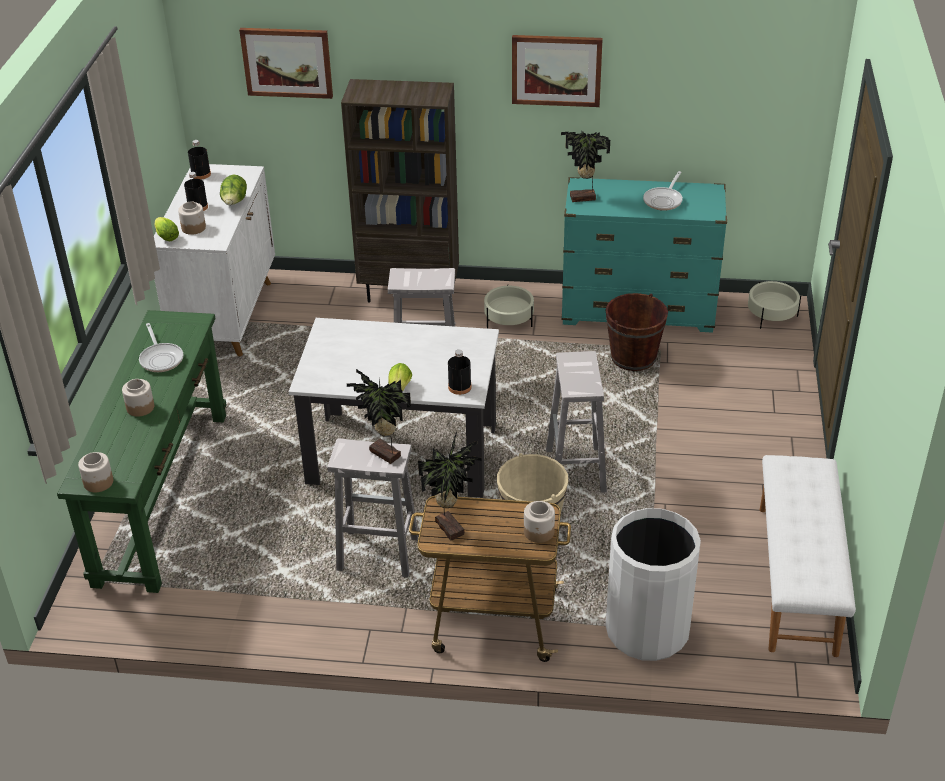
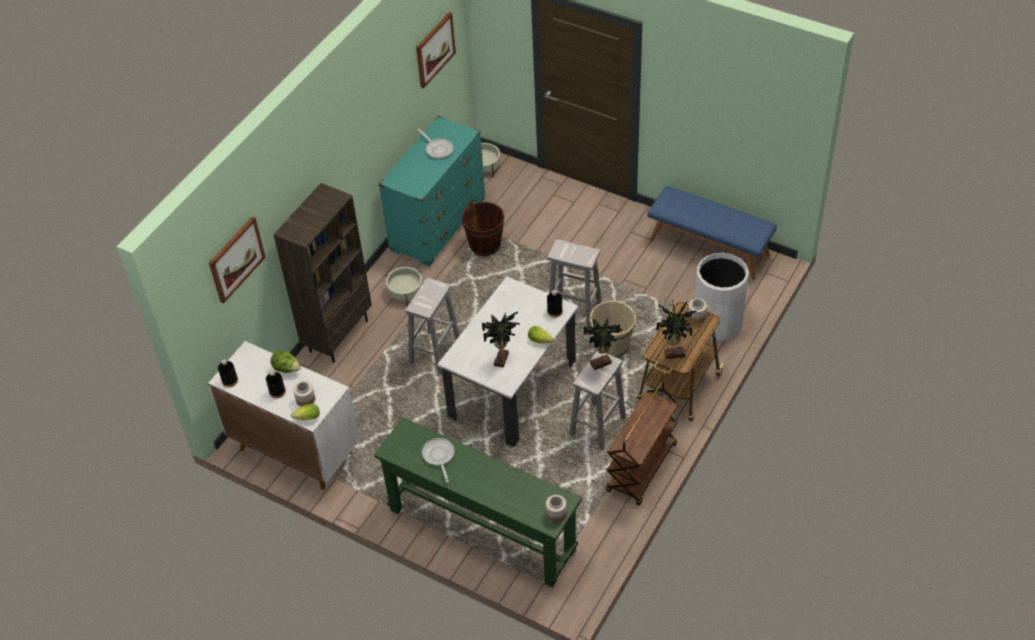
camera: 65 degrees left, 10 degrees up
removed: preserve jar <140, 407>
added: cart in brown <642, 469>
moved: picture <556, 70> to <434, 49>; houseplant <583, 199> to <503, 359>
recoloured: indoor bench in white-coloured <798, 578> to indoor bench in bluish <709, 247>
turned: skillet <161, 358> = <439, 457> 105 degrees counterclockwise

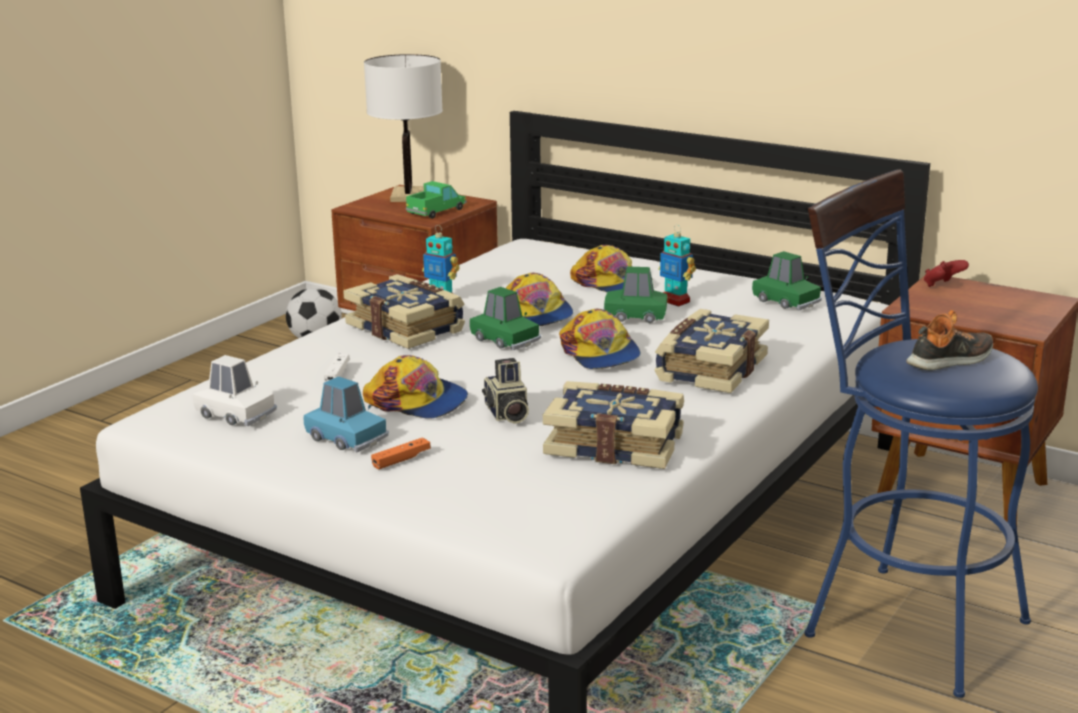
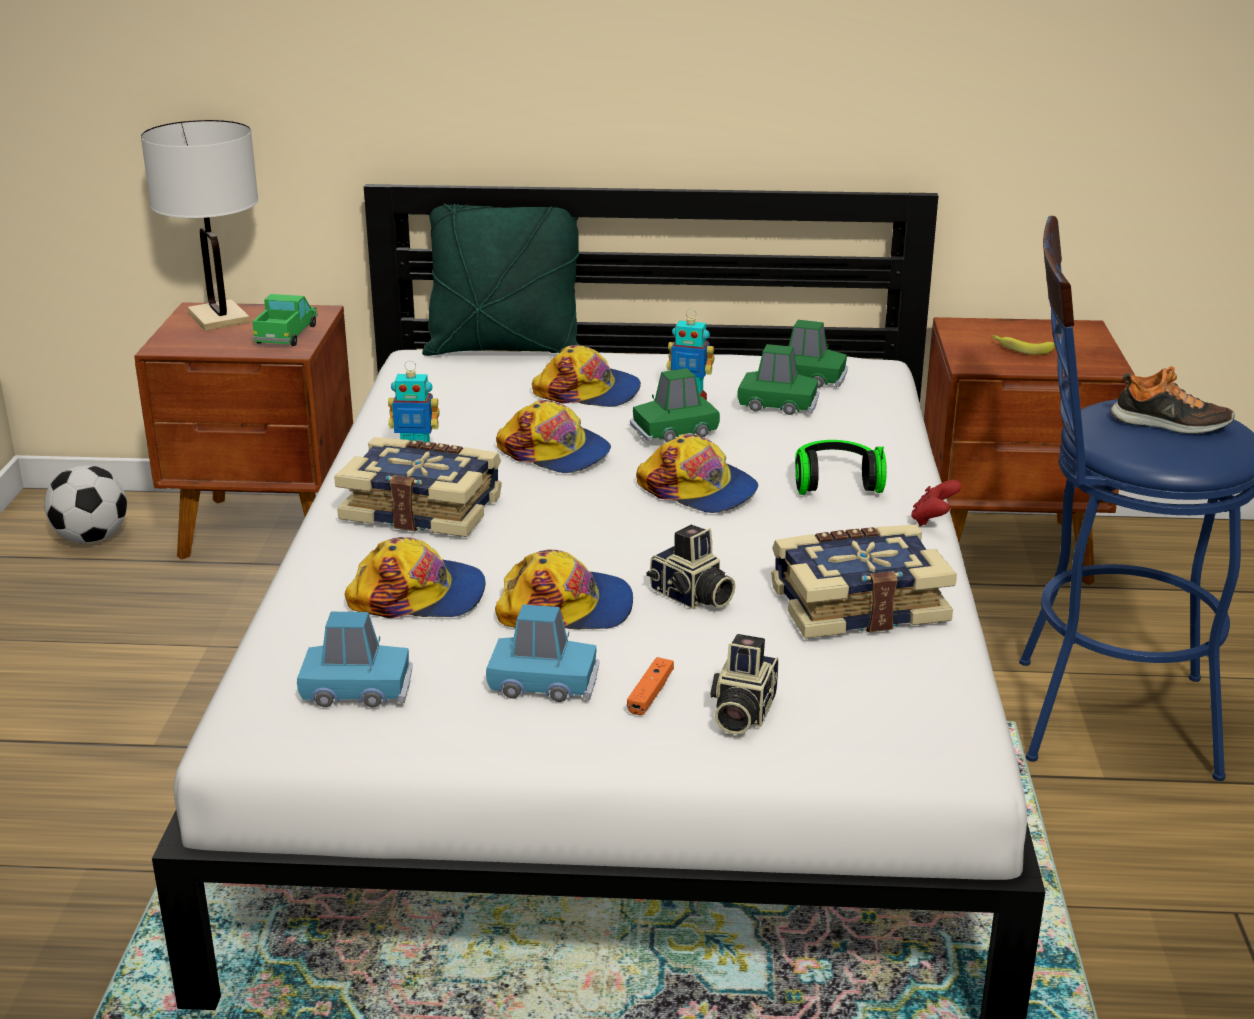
camera: 30 degrees left, 5 degrees up
added: throw pillow in green-coloured <504, 349>; banana fruit <1021, 348>; photo camera <741, 712>
moved: gamepad in red-coloured <942, 286> to <933, 520>; miniature car in green-coloured <505, 340> to <778, 404>
replaced: volume <709, 369> to headset <835, 482>; gamepad in white-coloured <337, 374> to baseball cap <419, 595>
recoloured: miniature car in white-coloured <235, 414> to miniature car in bluish <357, 689>
turned: item of footwear <951, 360> = <1170, 424> 75 degrees clockwise

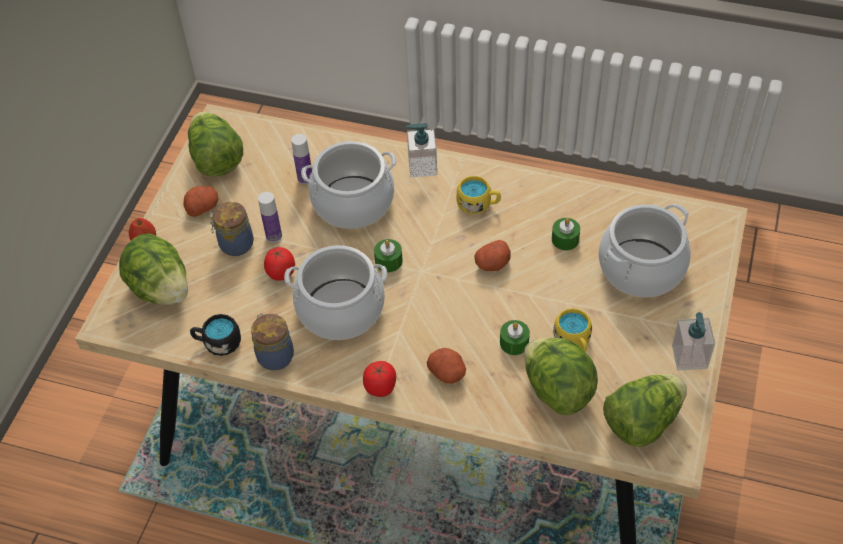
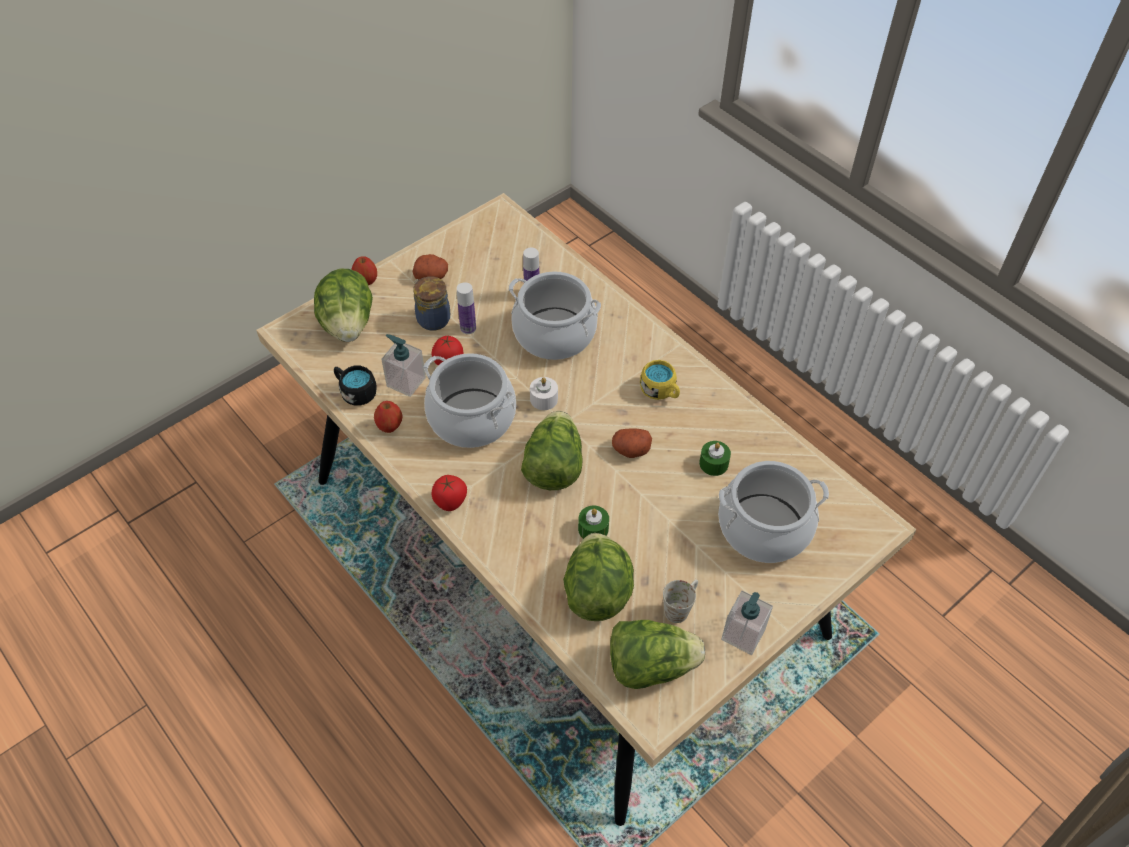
camera: 30 degrees right, 0 degrees up
removed: mug in yellow <573, 341>; potato <448, 372>
added: mug in white-coloured <680, 607>
moved: lettuce <216, 159> to <553, 466>; soap bottle <422, 166> to <406, 382>
replaced: preserve jar <274, 355> to apple fruit <390, 426>
recoloured: wax candle in green-coloured <388, 261> to wax candle in white-coloured <544, 399>

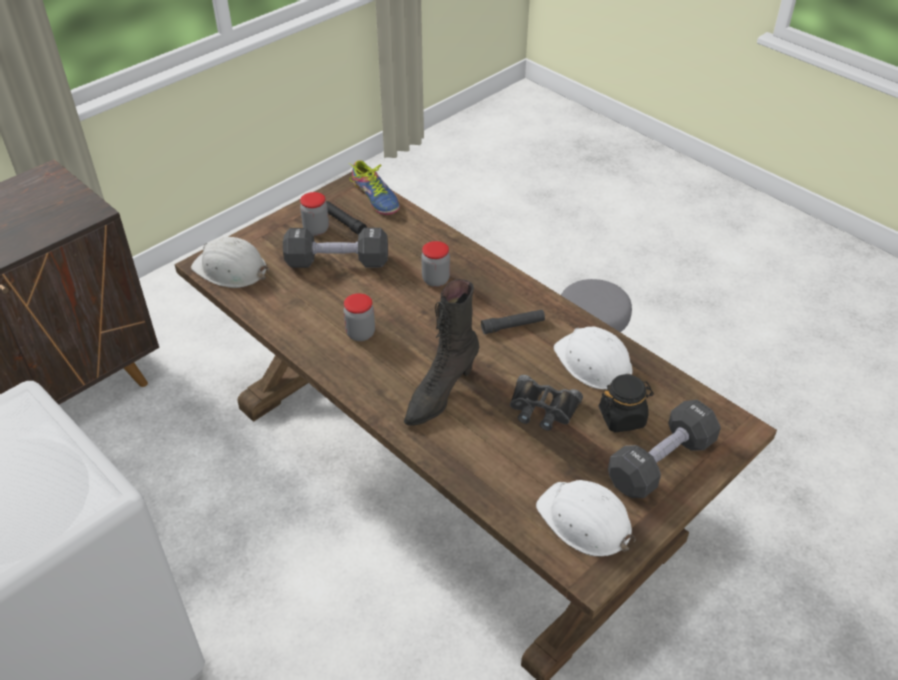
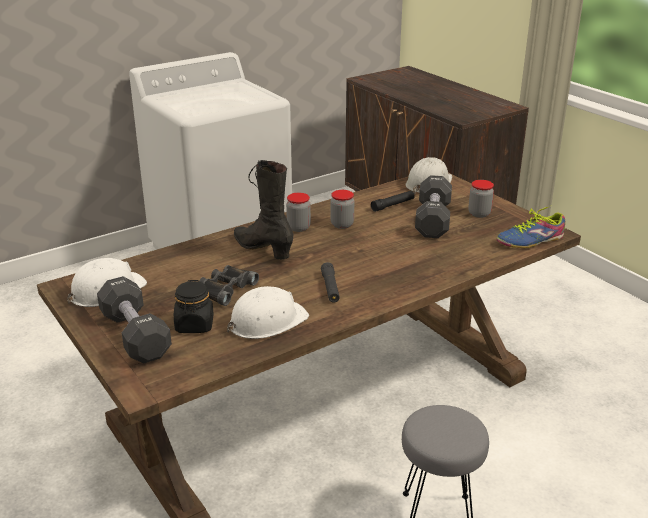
camera: 100 degrees right, 15 degrees down
moved: hand torch in blackish <344, 222> to <393, 205>; preserve jar <435, 280> to <298, 228>

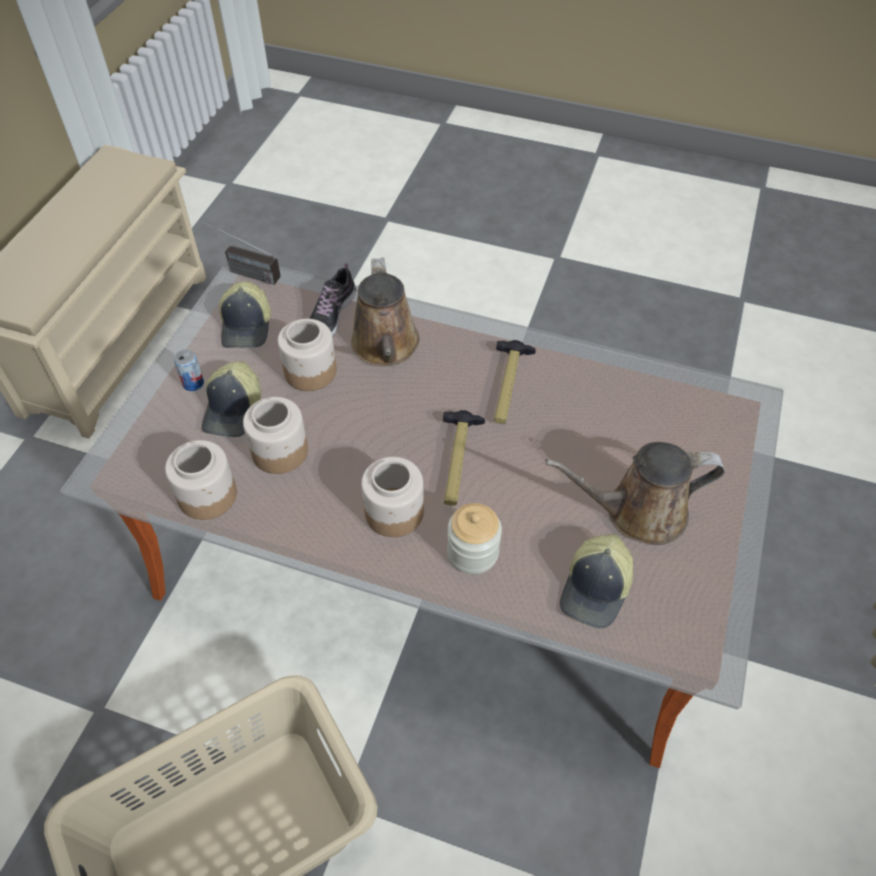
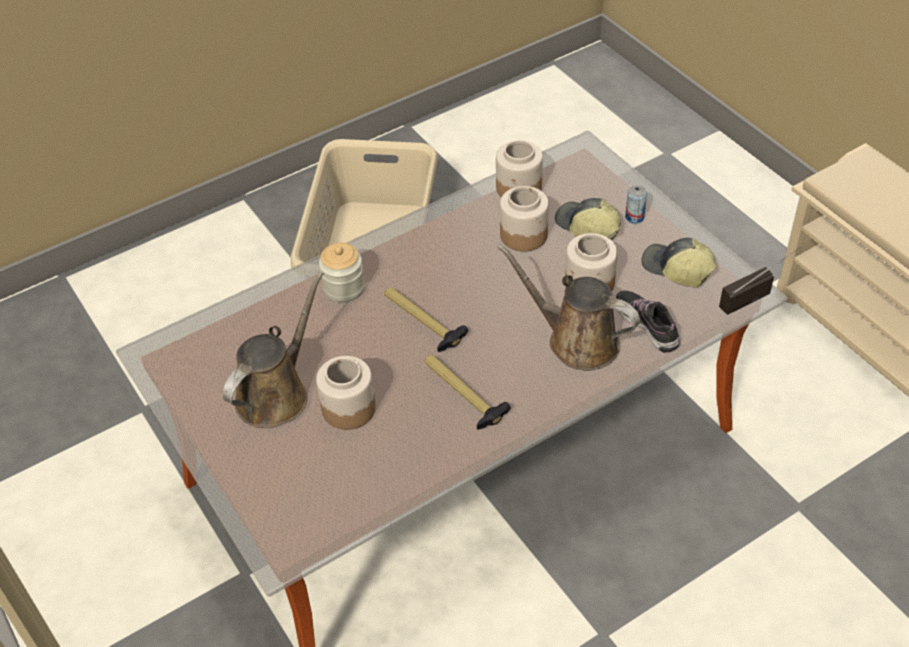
camera: 130 degrees right, 5 degrees down
removed: baseball cap <596, 589>
moved: preserve jar <393, 513> to <348, 408>

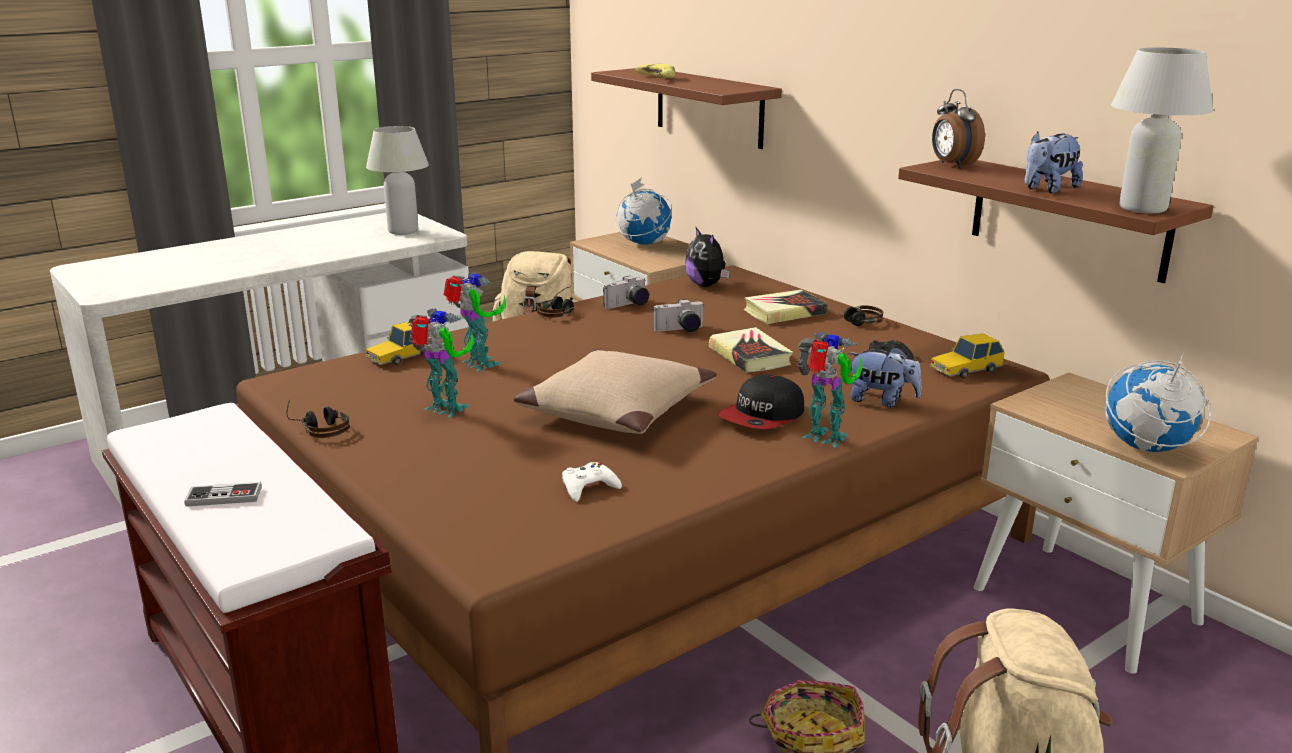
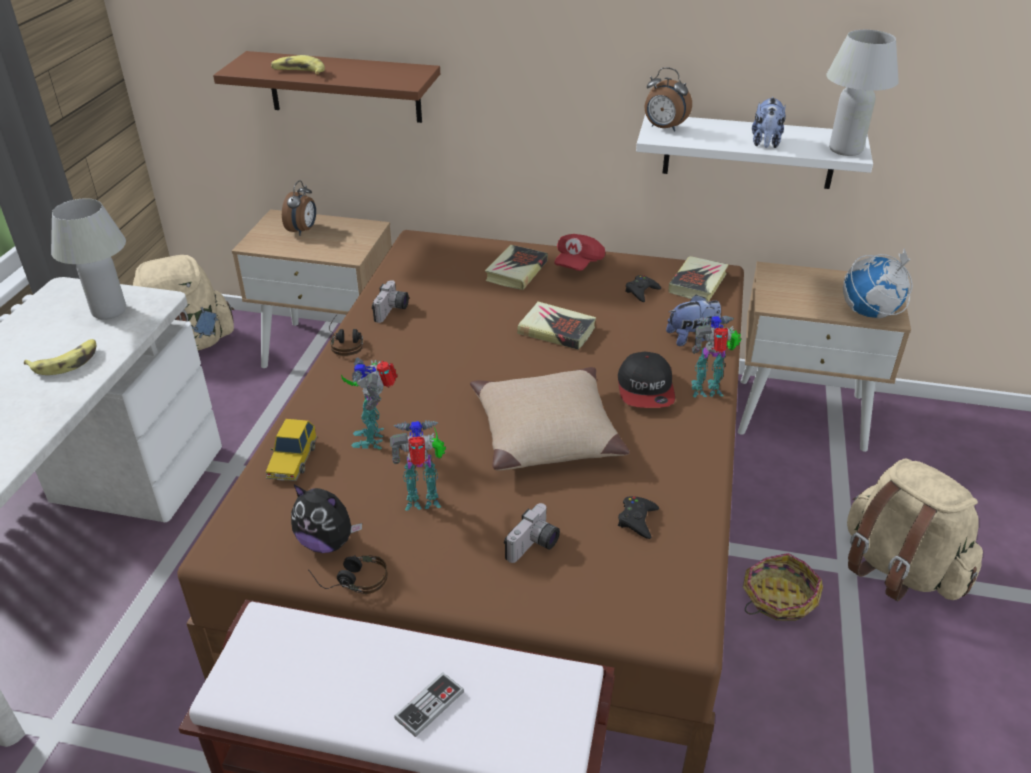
camera: 40 degrees left, 15 degrees up
added: banana fruit <67, 362>
moved: cuddly toy <706, 285> to <327, 542>; photo camera <680, 330> to <534, 546>
replaced: desk globe <643, 244> to bedside clock <303, 230>; headset <856, 324> to baseball cap in red-coloured <578, 264>; miniature car <965, 369> to volume <698, 283>
recoloured: wall shelf in brown <1068, 218> to wall shelf in white-coloured <749, 151>; gamepad in white-coloured <588, 487> to gamepad in blackish <637, 520>
turned: robot figure <478, 365> = <373, 437> 105 degrees counterclockwise

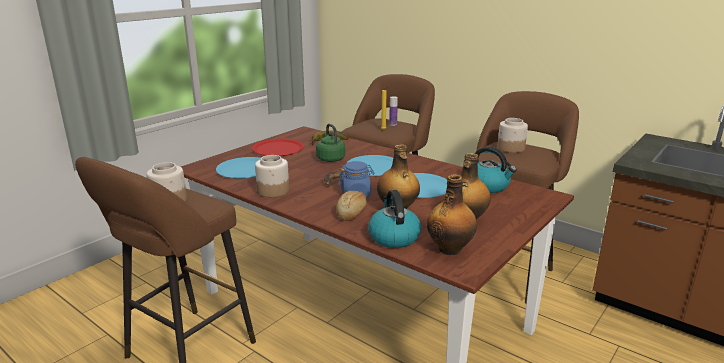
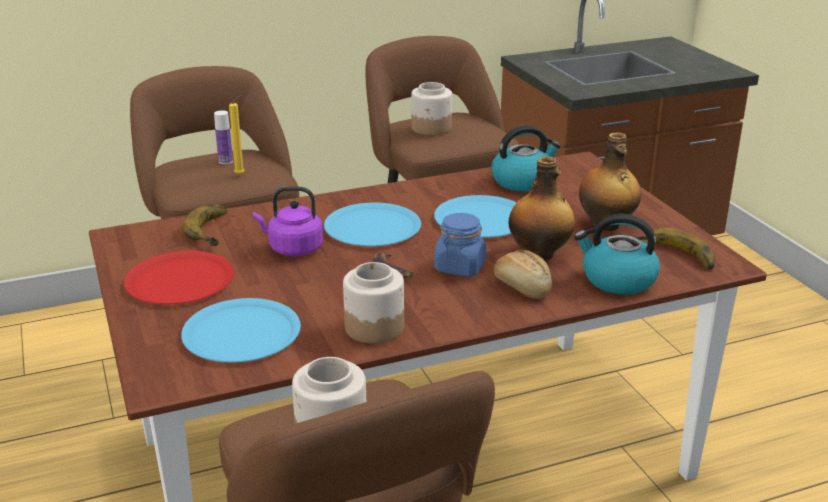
camera: 60 degrees left, 5 degrees up
replaced: drink bottle <450, 249> to banana fruit <673, 256>
recoloured: kettle in green-coloured <330, 158> to kettle in purplish <293, 249>

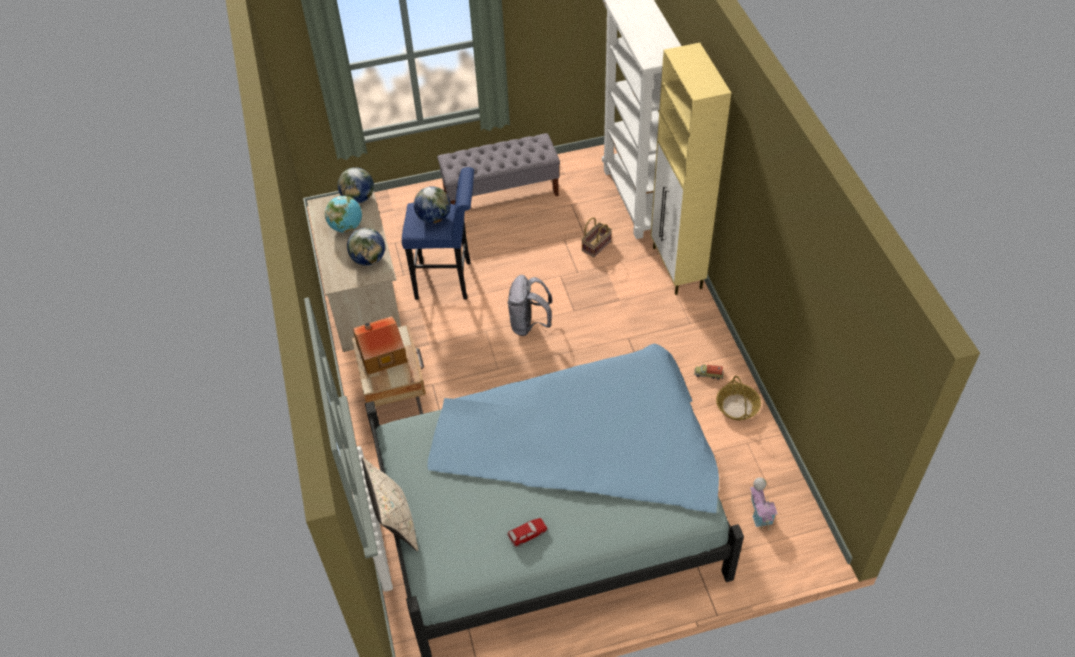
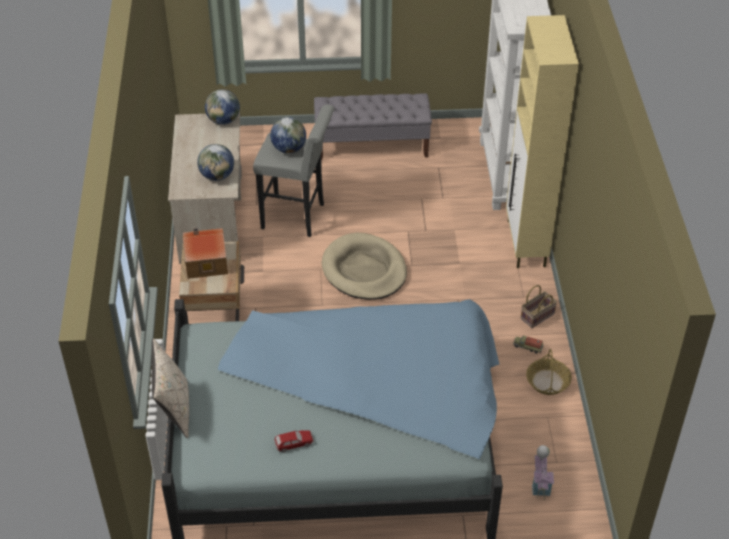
camera: 10 degrees right, 5 degrees down
removed: desk globe <346, 227>
moved: basket <596, 245> to <537, 315>
replaced: knapsack in gray <529, 324> to pet bed in sand-coloured <364, 270>
recoloured: sitting stool in bluish <448, 280> to sitting stool in gray <298, 217>

